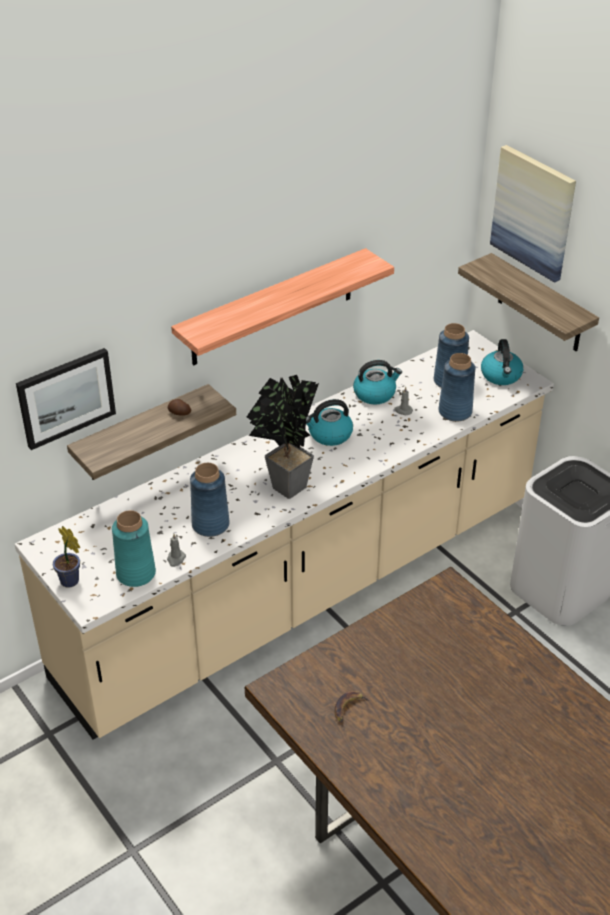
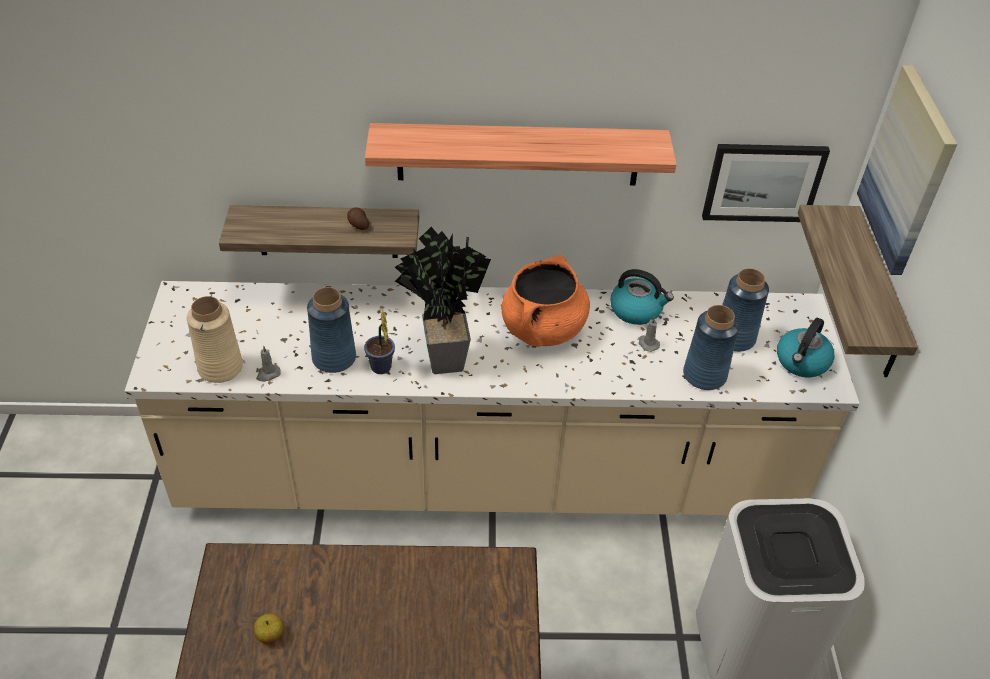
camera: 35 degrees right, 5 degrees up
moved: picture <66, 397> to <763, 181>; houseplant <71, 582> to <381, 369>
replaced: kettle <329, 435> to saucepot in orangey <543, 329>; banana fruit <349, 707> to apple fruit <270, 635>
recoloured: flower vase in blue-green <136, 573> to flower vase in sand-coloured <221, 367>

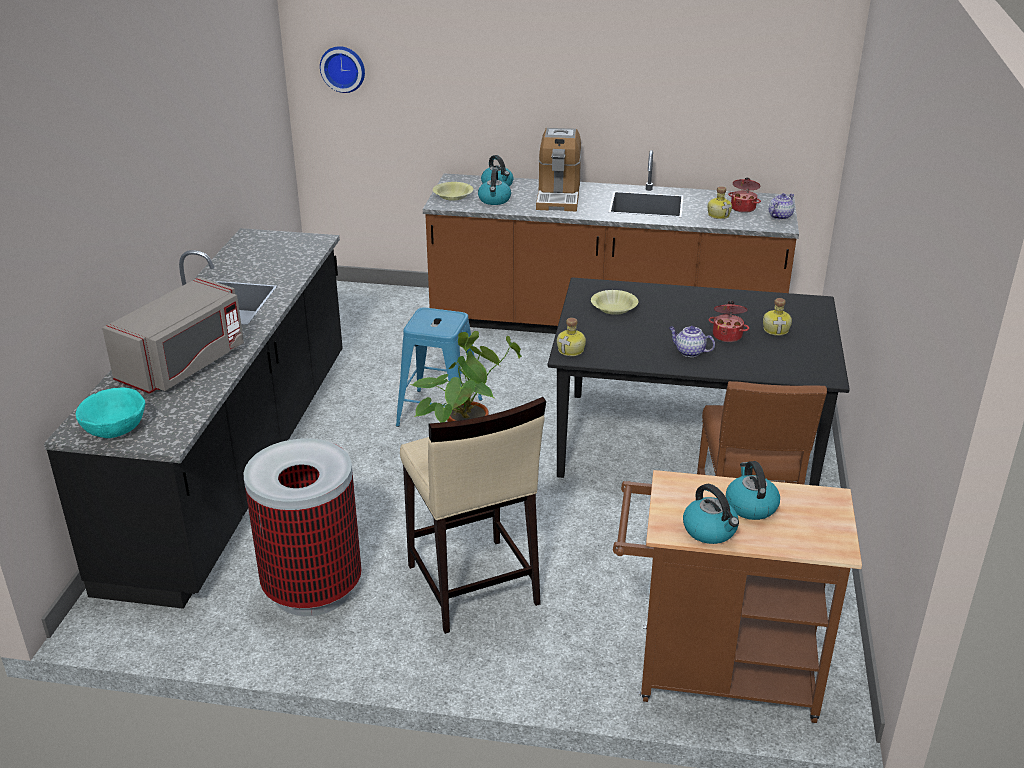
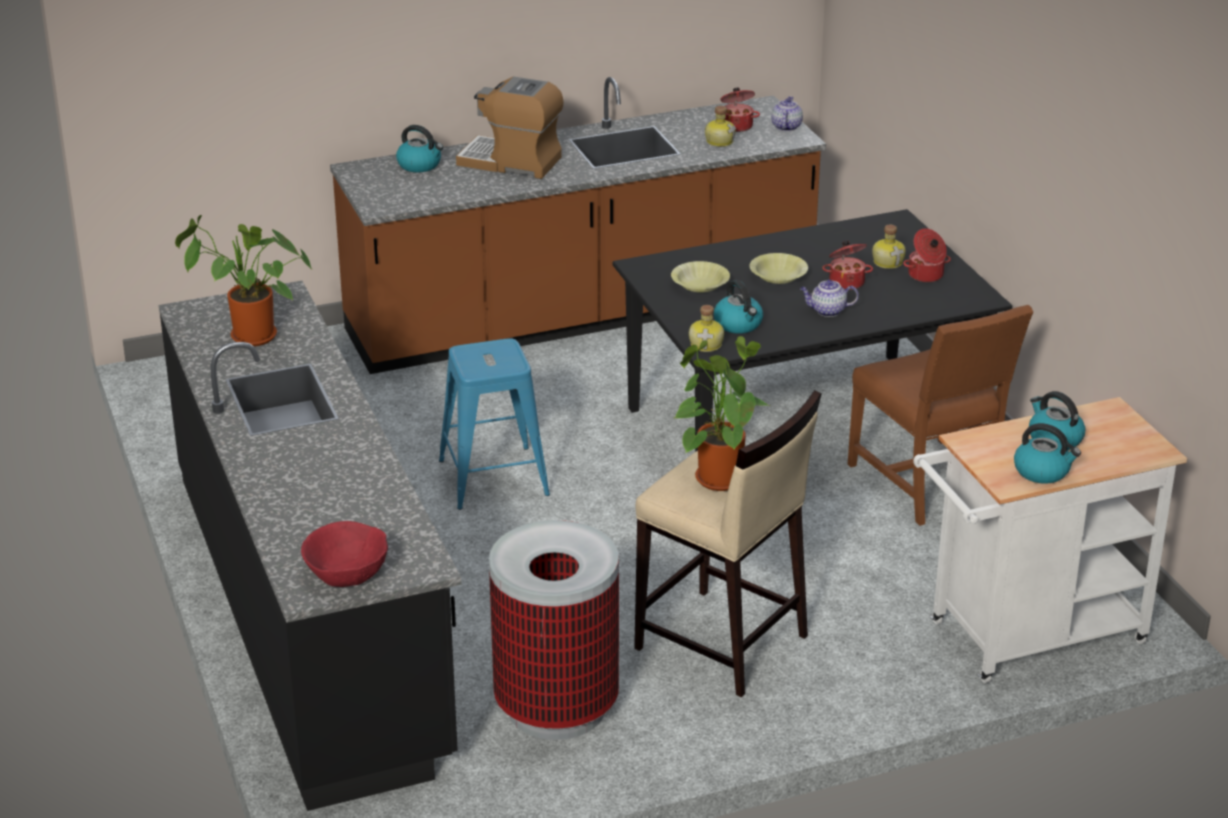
camera: 30 degrees left, 0 degrees up
removed: clock on the wall <343, 68>; microwave oven in gray <184, 364>
added: houseplant <248, 338>; saucepot <926, 275>
moved: kettle <494, 200> to <738, 324>; bowl in yellow <453, 196> to <778, 276>
recoloured: bowl in blue-green <114, 429> to bowl in red-coloured <346, 574>; cart in brown <714, 675> to cart in white-coloured <1025, 637>
turned: coffee brewer <558, 196> = <511, 162> 135 degrees clockwise

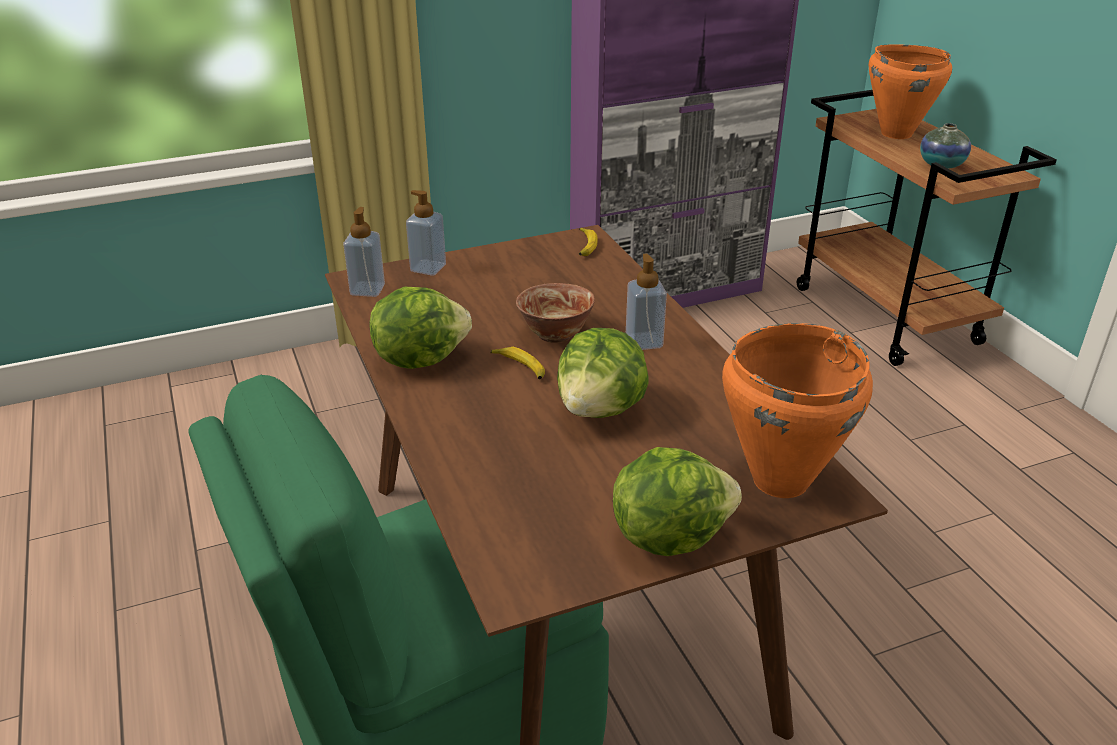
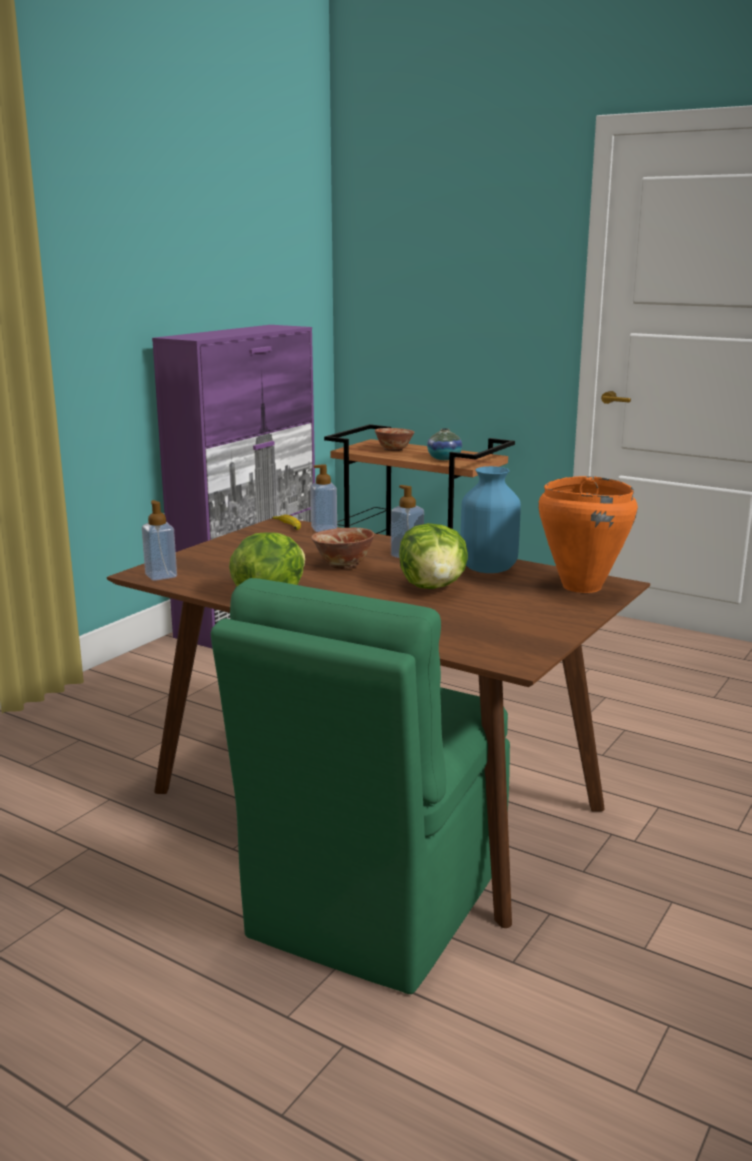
camera: 35 degrees left, 15 degrees down
removed: banana fruit <520, 367>; lettuce <668, 535>
added: flower vase in bluish <488, 568>
moved: soap bottle <428, 268> to <324, 529>
replaced: saucepot in orangey <895, 133> to bowl <394, 450>

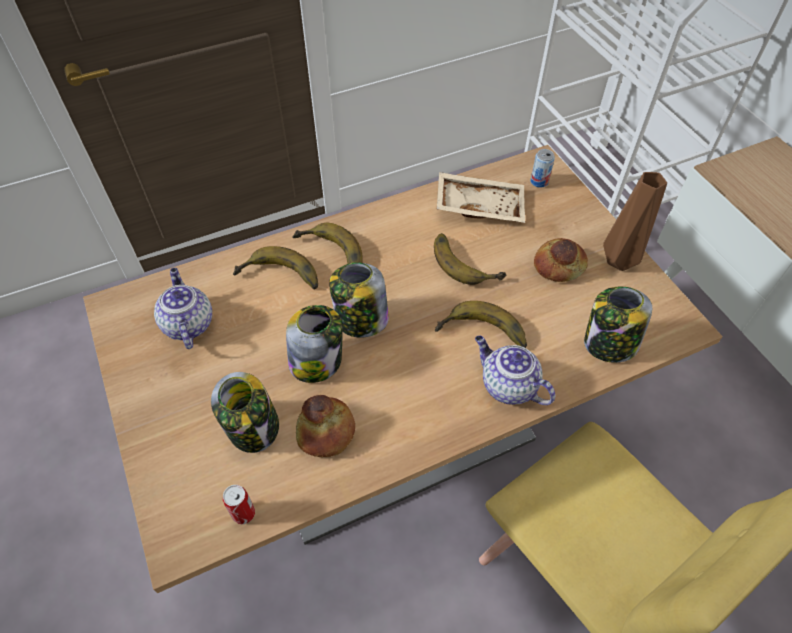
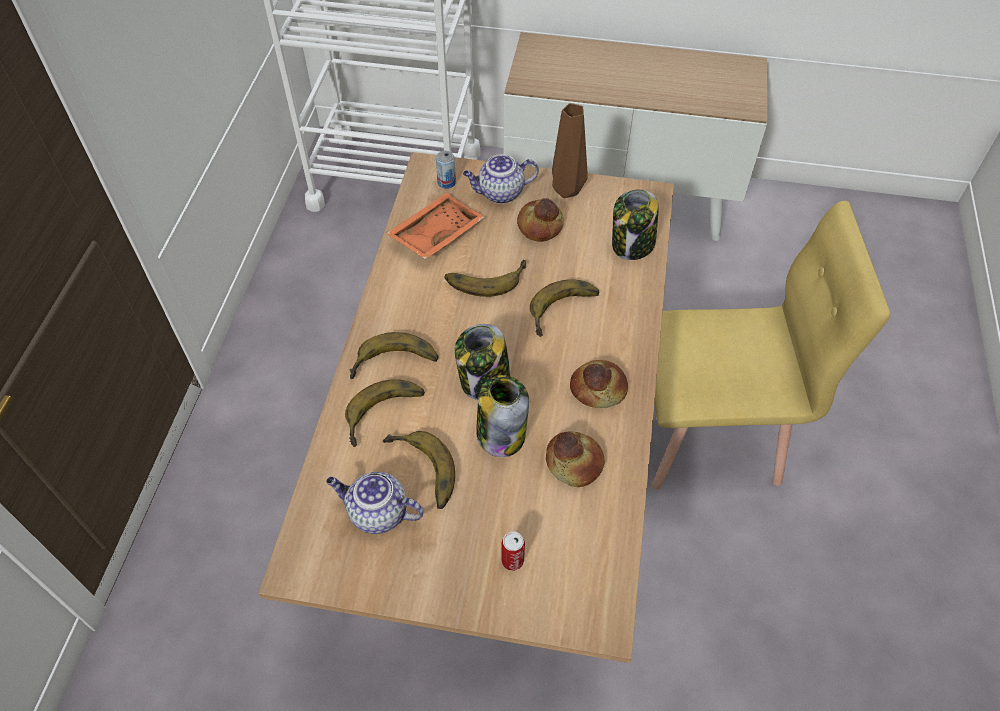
camera: 55 degrees left, 0 degrees up
removed: preserve jar <253, 428>
added: bread <598, 388>; banana fruit <419, 473>
moved: pot for tea <507, 385> to <500, 193>; sealed can <243, 513> to <512, 560>
recoloured: serving tray in sand-coloured <480, 205> to serving tray in orangey <435, 233>

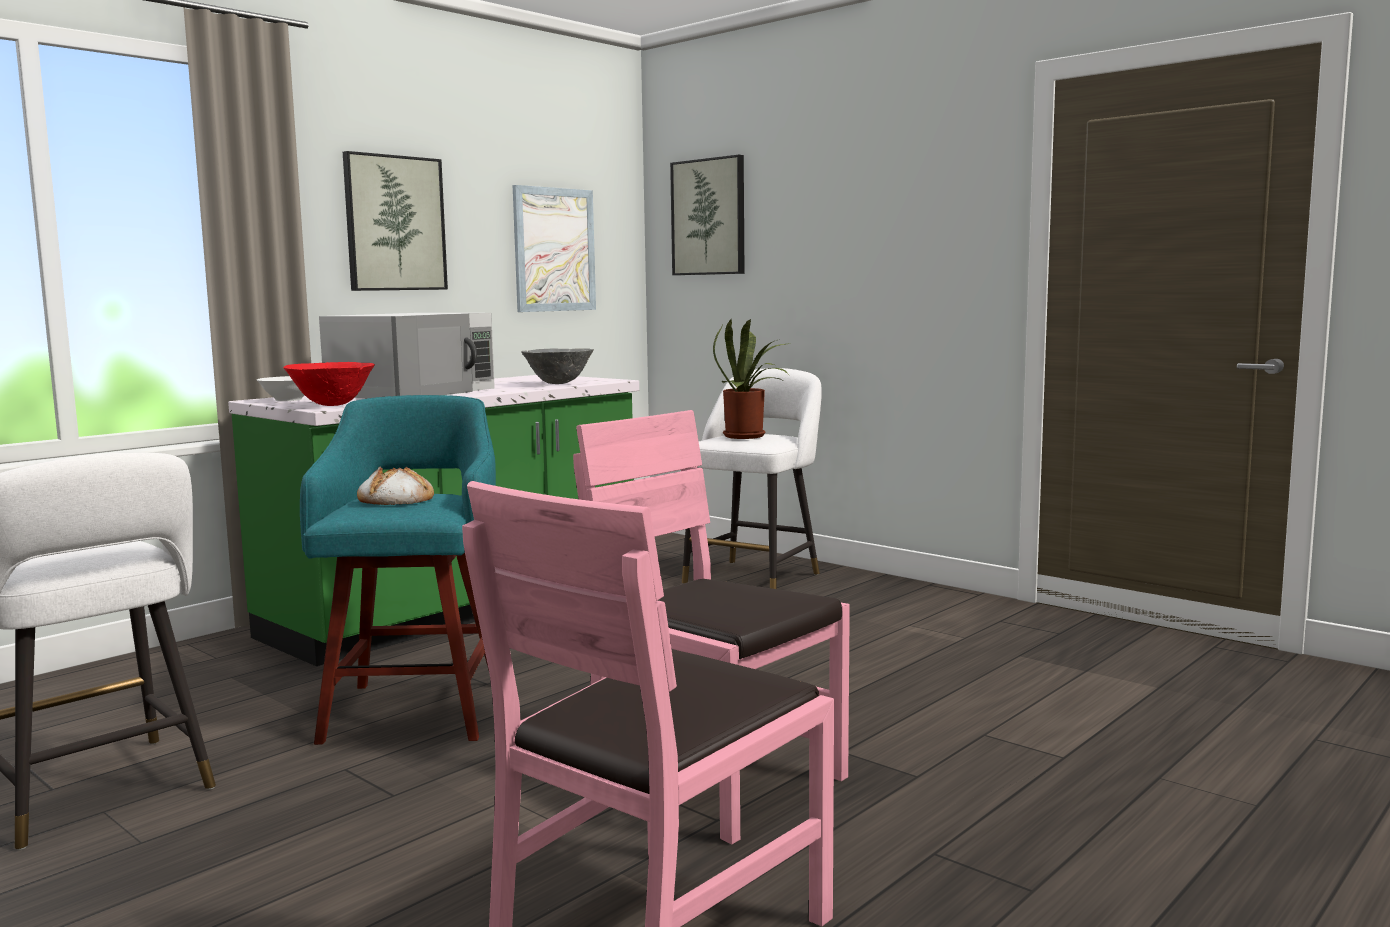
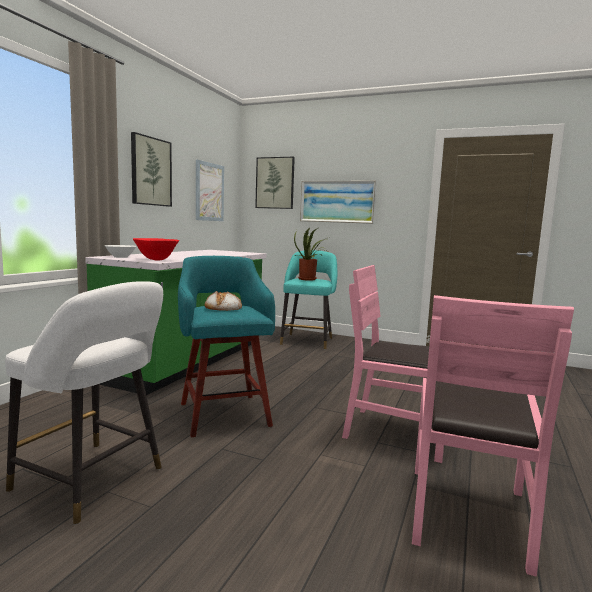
camera: 20 degrees left, 0 degrees up
removed: microwave oven in white-coloured <413, 392>; bowl in gray <558, 384>
added: picture <337, 201>
recoloured: sitting stool in white-coloured <755, 577> to sitting stool in blue-green <307, 340>

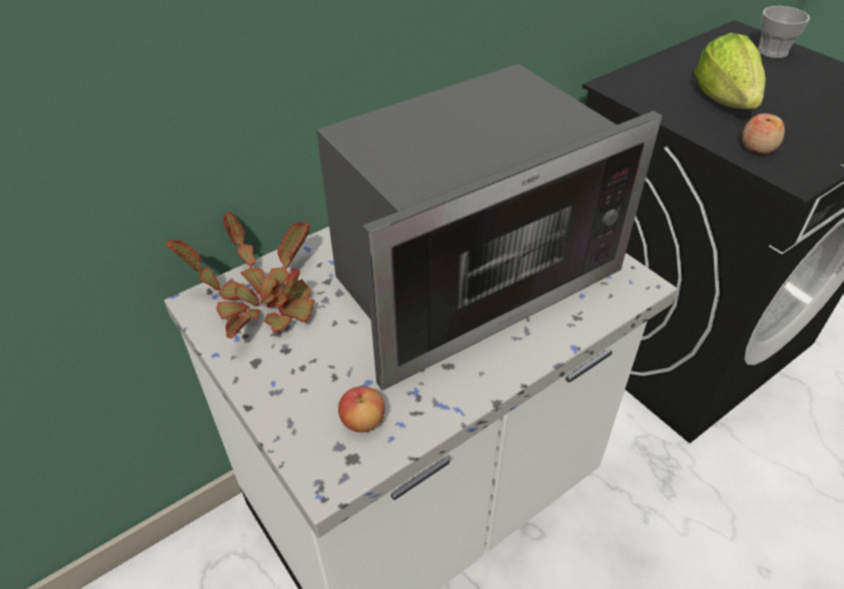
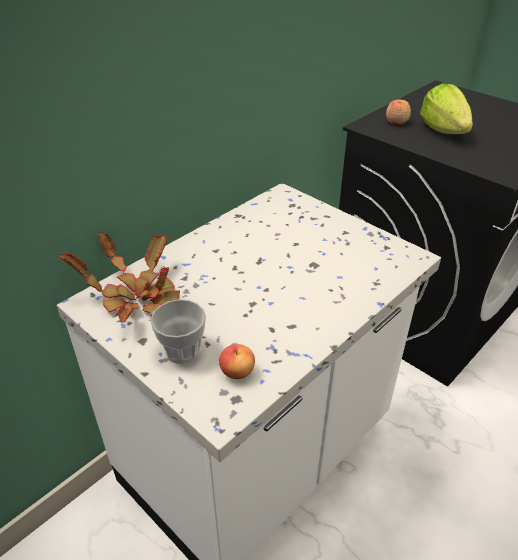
camera: 10 degrees left, 5 degrees down
removed: microwave oven <467, 280>
moved: small cup <772, 51> to <182, 350>; apple fruit <757, 148> to <396, 122>

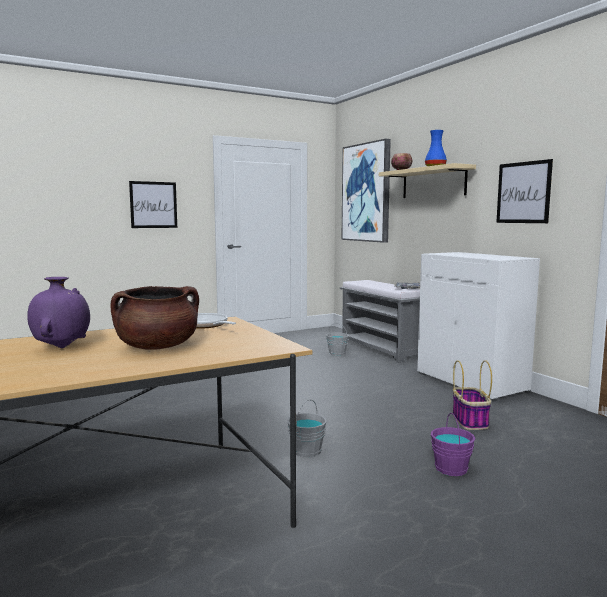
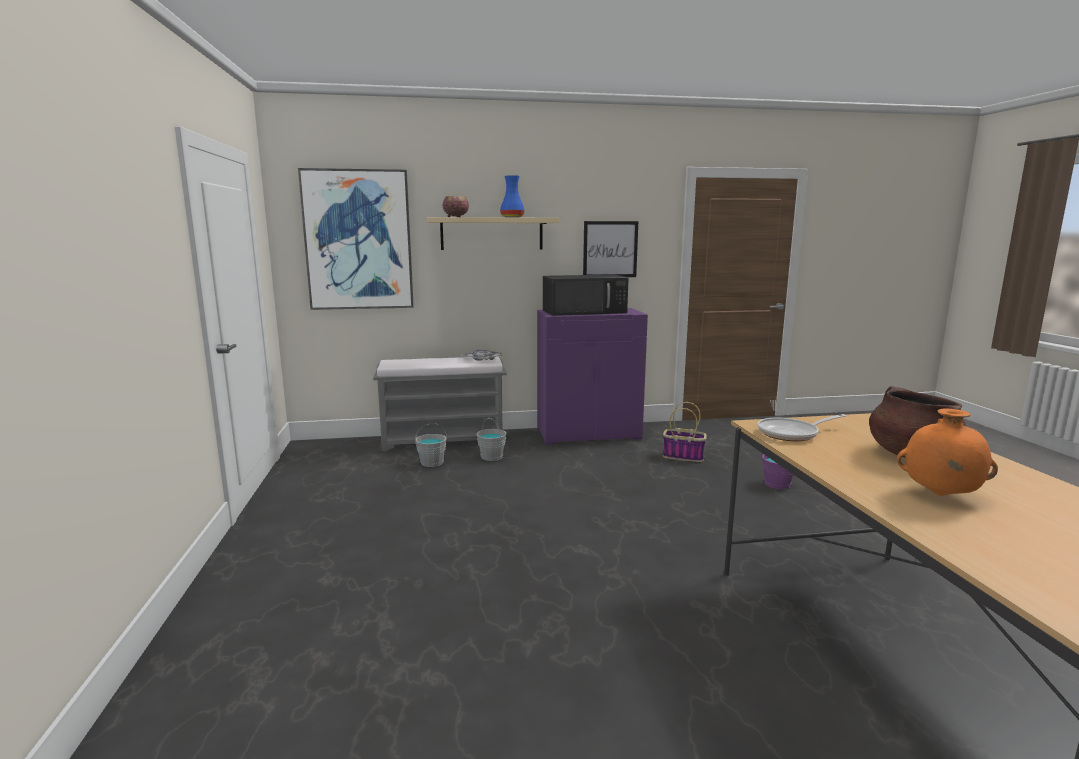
camera: 70 degrees left, 5 degrees up
removed: picture <153, 205>
added: microwave oven in blackish <585, 311>
moved: pail in gray <306, 451> to <491, 457>
recoloured: storage cabinet in white-coloured <471, 382> to storage cabinet in purplish <588, 433>; flower vase in purplish <61, 347> to flower vase in orangey <939, 495>

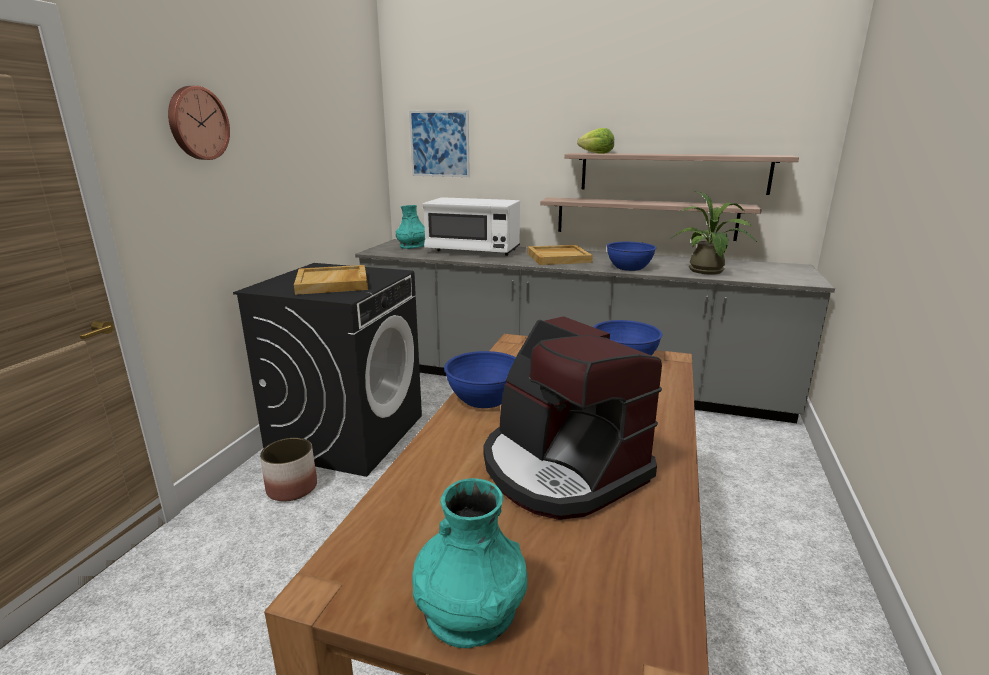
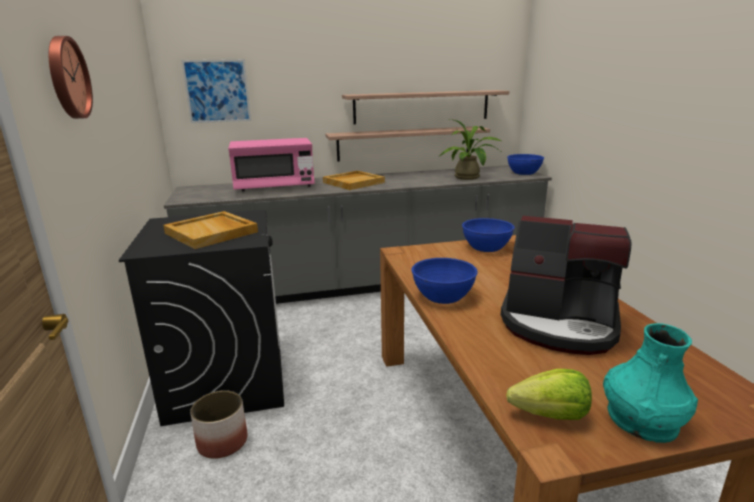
camera: 30 degrees left, 0 degrees up
removed: flower vase in blue-green <413, 246>
moved: lettuce <596, 153> to <551, 415>; bowl in bluish <629, 267> to <524, 173>
recoloured: microwave oven in white-coloured <473, 251> to microwave oven in pinkish <274, 187>

